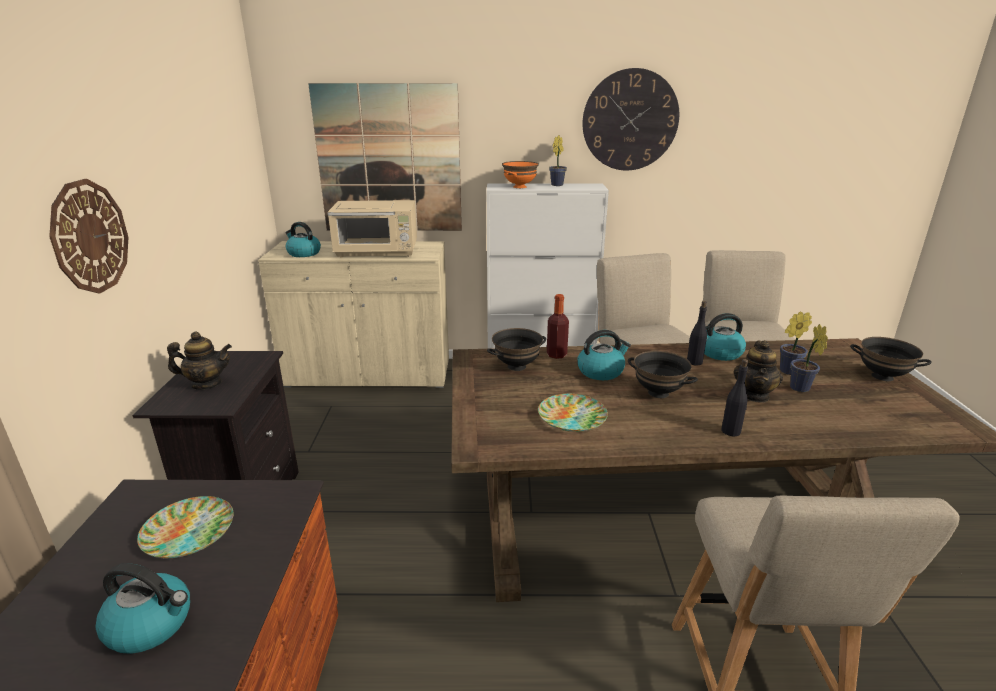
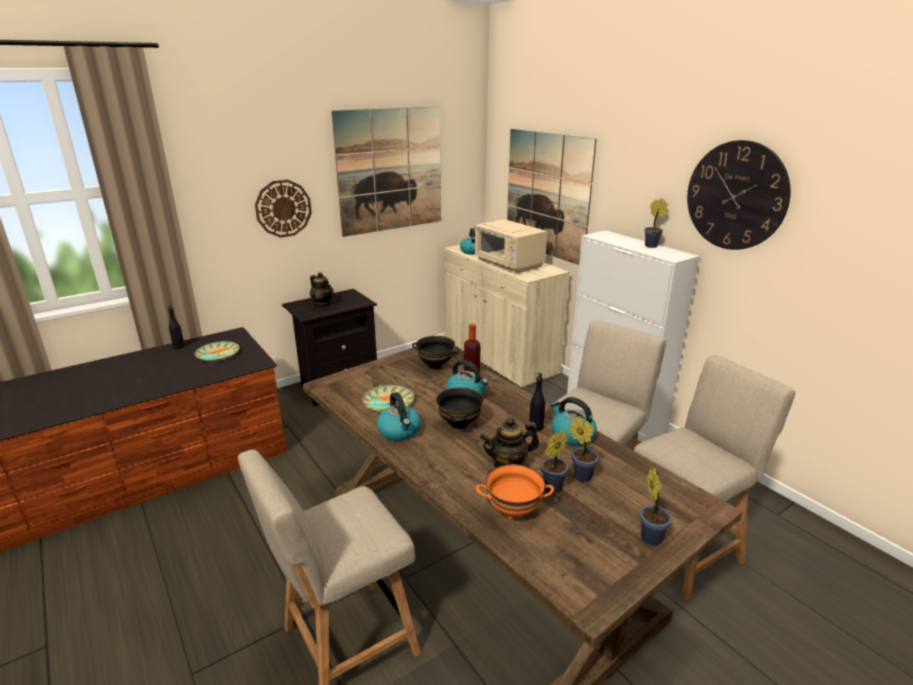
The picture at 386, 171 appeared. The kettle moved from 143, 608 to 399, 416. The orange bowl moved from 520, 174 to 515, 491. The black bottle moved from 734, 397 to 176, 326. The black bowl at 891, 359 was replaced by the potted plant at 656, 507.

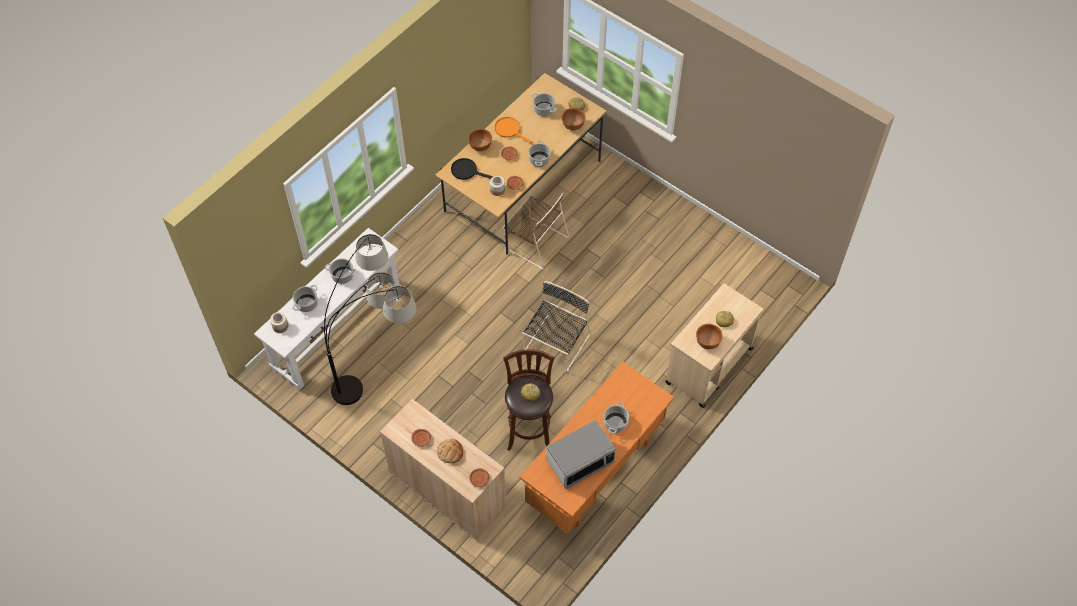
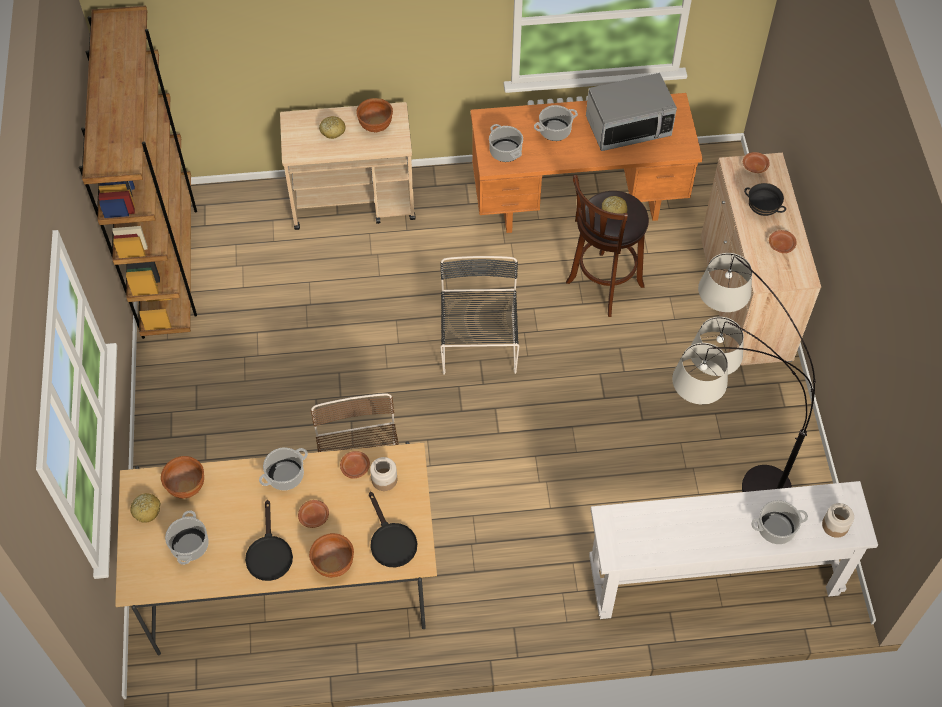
The brown bookcase at 138, 172 appeared. The cooking pot moved from 341, 271 to 506, 143. The bread at 450, 451 was replaced by the black bowl at 765, 199. The orange frying pan at 514, 131 became the black frying pan at 269, 540. The black chair at 556, 326 turned 105 degrees clockwise. The microwave at 581, 454 turned 150 degrees clockwise.

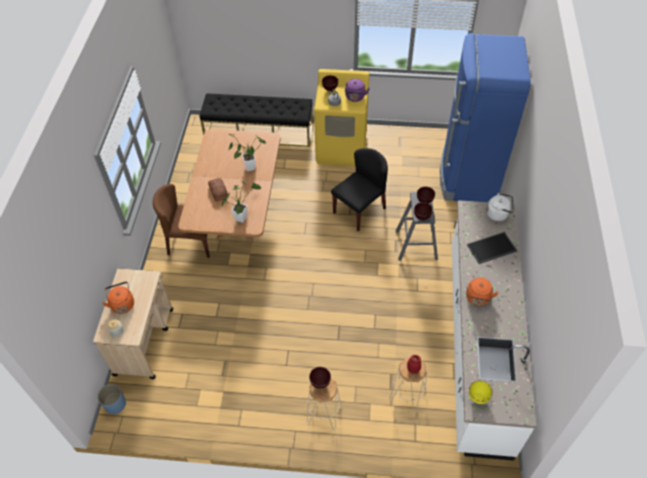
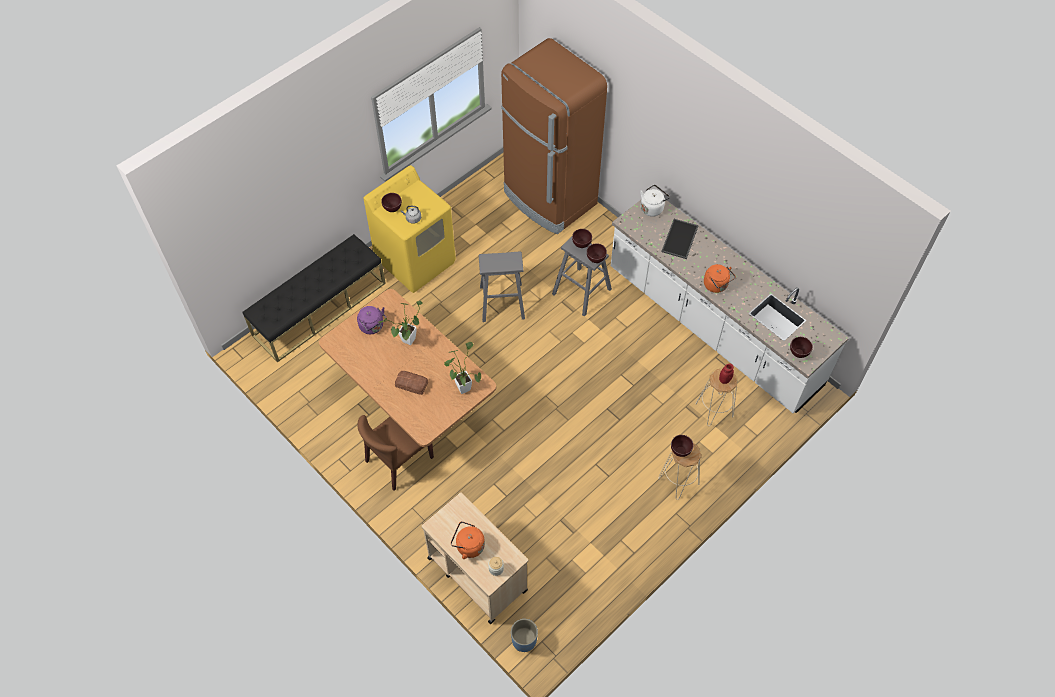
The purple kettle moved from 357, 90 to 371, 320. The black chair at 359, 189 was replaced by the grey stool at 502, 287. The blue fridge at 485, 117 became the brown fridge at 554, 136. The yellow bowl at 481, 392 became the brown bowl at 801, 347.

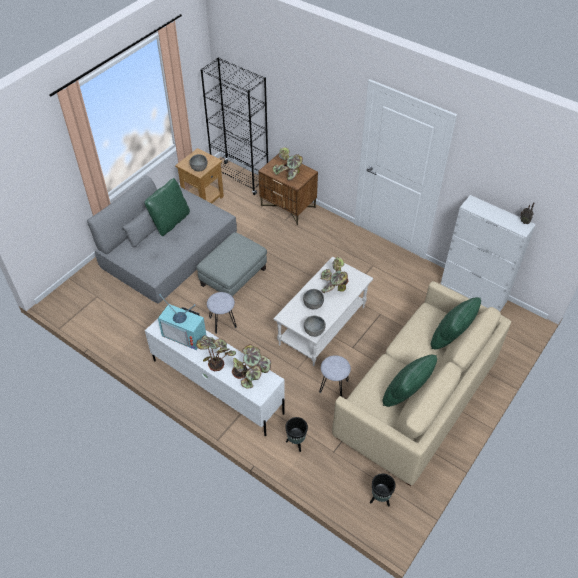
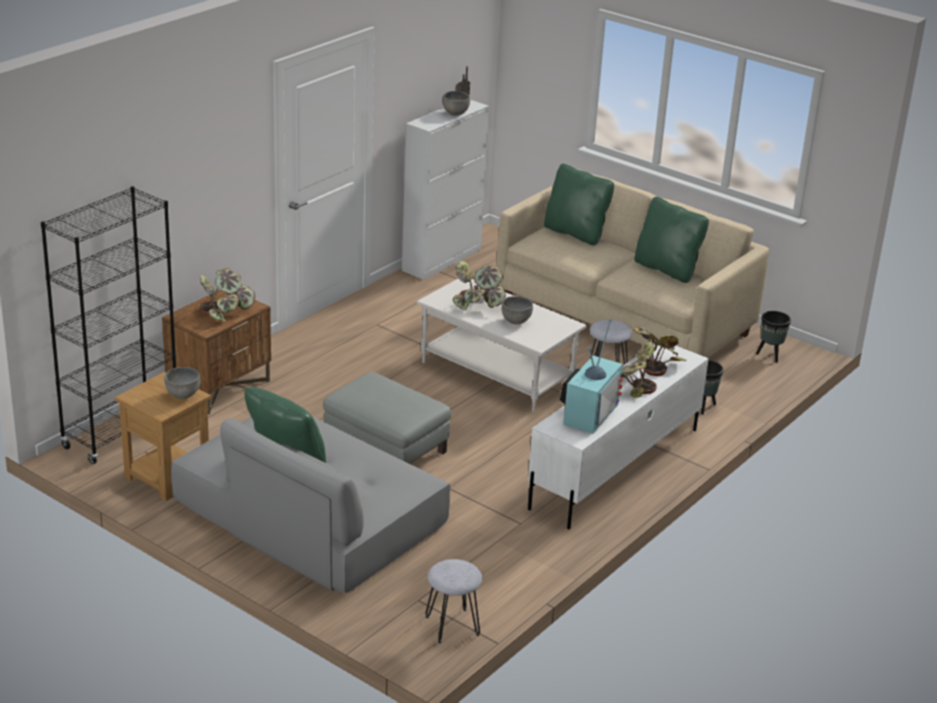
The grey stool moved from 221, 313 to 453, 601. The grey bowl moved from 315, 326 to 456, 103.

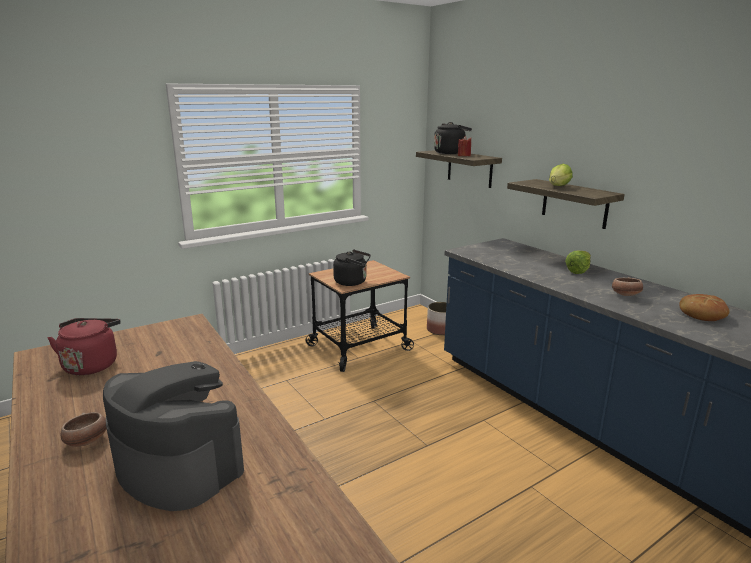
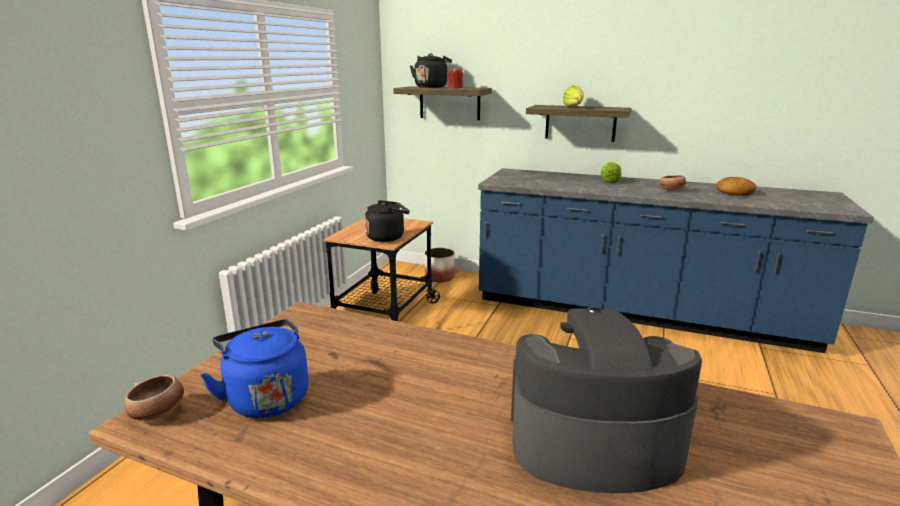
The bowl moved from 84, 429 to 154, 398. The red kettle at 84, 346 became the blue kettle at 254, 368.

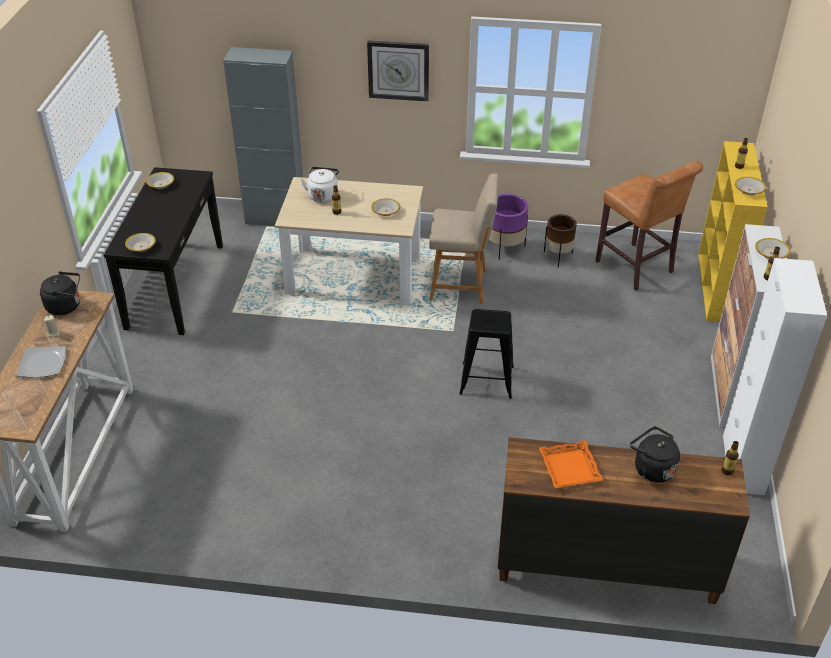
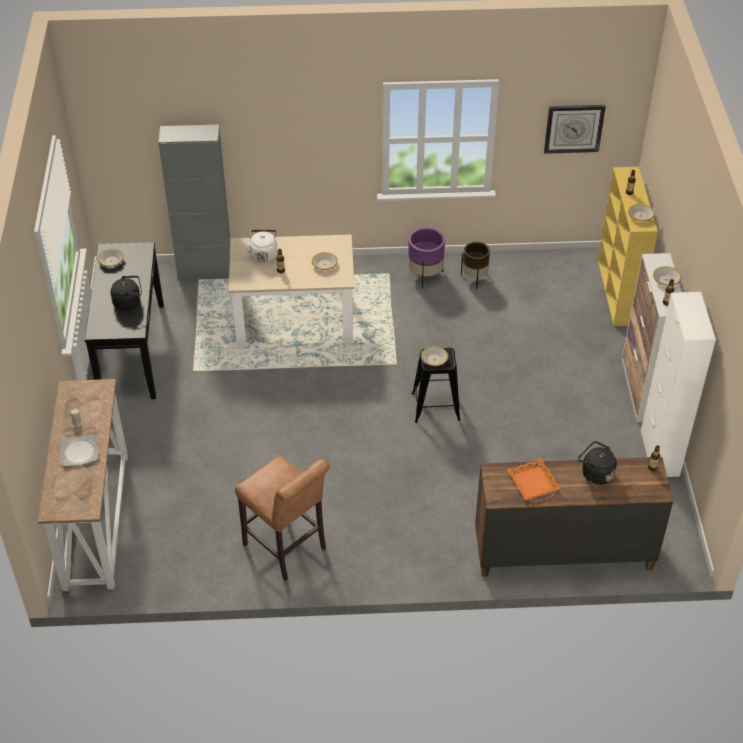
The beige chair at 464, 238 disappeared. The black kettle moved from 60, 293 to 126, 293. The bowl moved from 140, 242 to 434, 356. The wall clock moved from 398, 71 to 575, 129. The brown stool moved from 649, 226 to 282, 518.

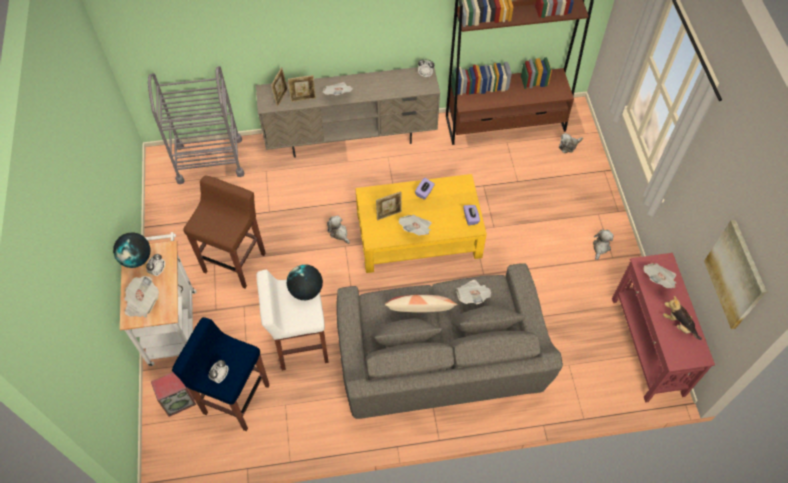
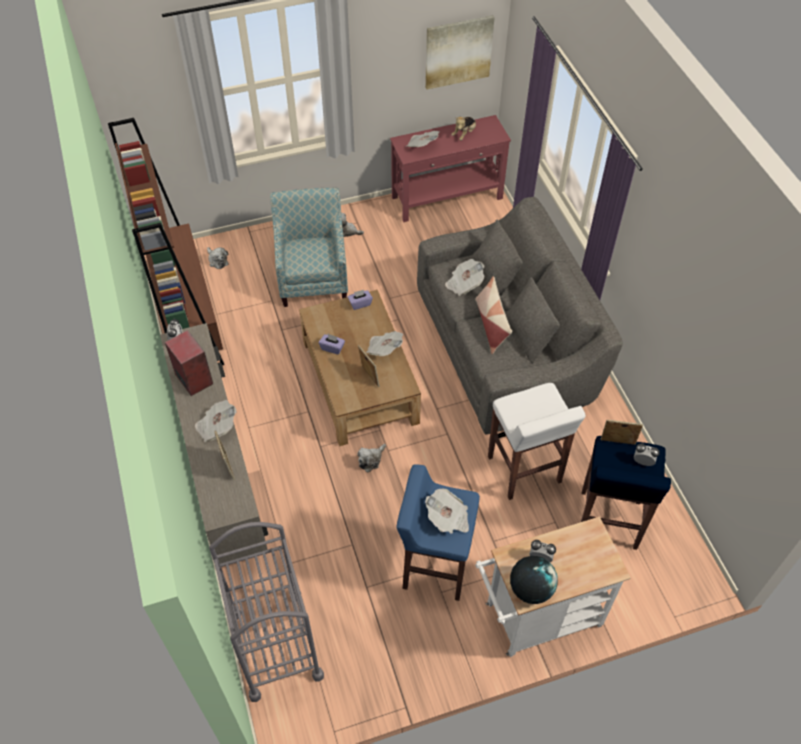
The globe at 305, 282 disappeared. The armchair at 309, 247 appeared. The newspaper moved from 141, 297 to 447, 511. The speaker moved from 173, 394 to 189, 363. The picture frame moved from 279, 87 to 621, 432. The brown stool at 224, 231 became the blue stool at 438, 532. The yellow coffee table at 421, 223 became the brown coffee table at 360, 368.

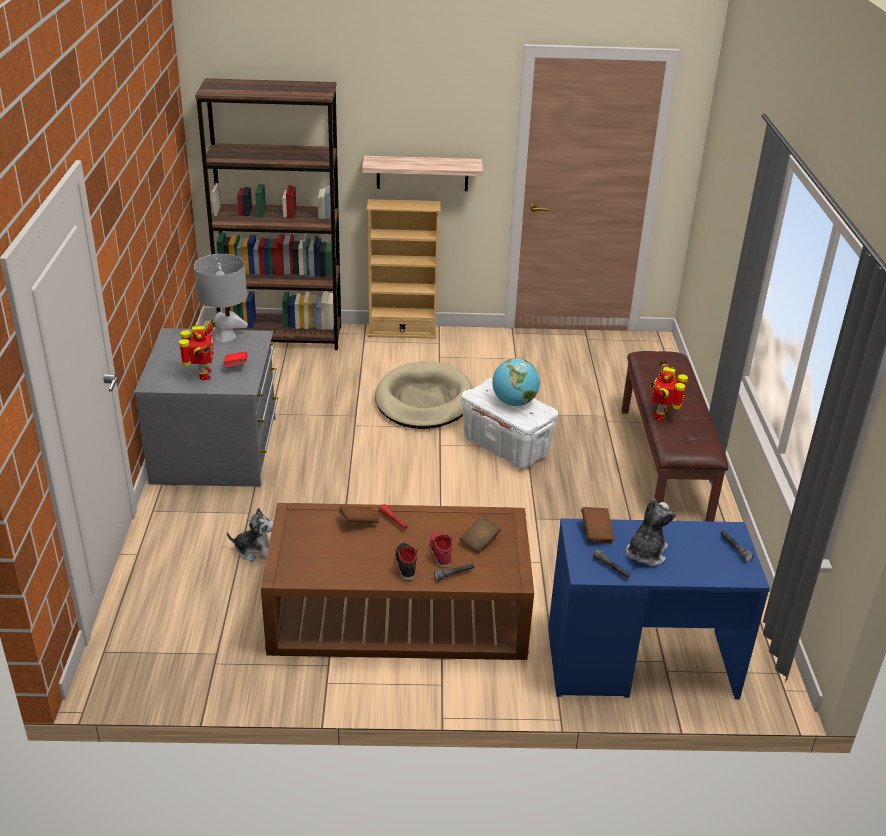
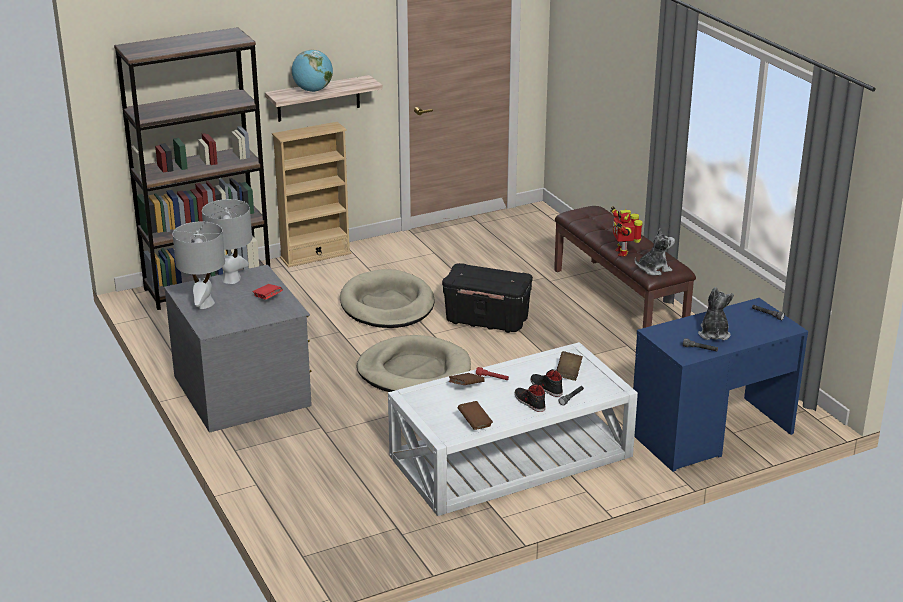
The toy robot at 197, 349 disappeared. The grey table lamp at 199, 265 appeared. The beige dog bed at 414, 363 appeared. The plush toy moved from 250, 535 to 655, 252. The globe moved from 516, 382 to 312, 71. The brown book moved from 598, 525 to 475, 415. The brown coffee table at 397, 581 became the white coffee table at 513, 429. The red shoe at 440, 550 became the black shoe at 546, 383. The white storage box at 509, 423 became the black storage box at 487, 298.

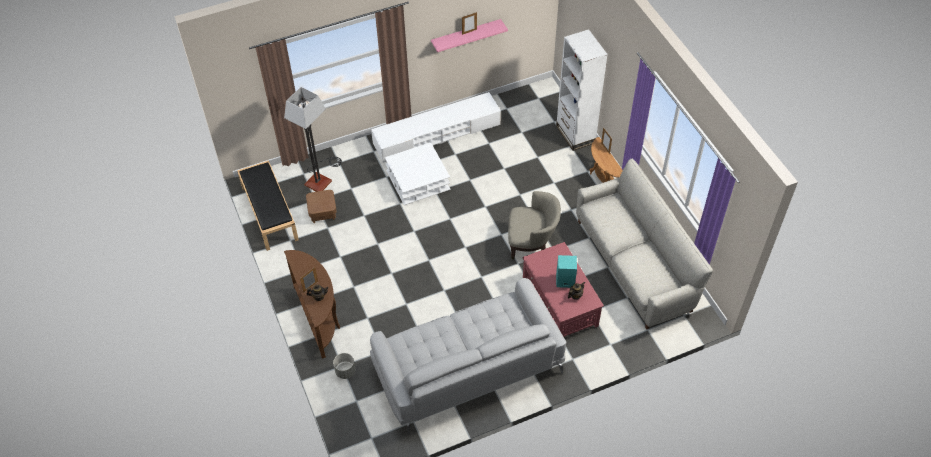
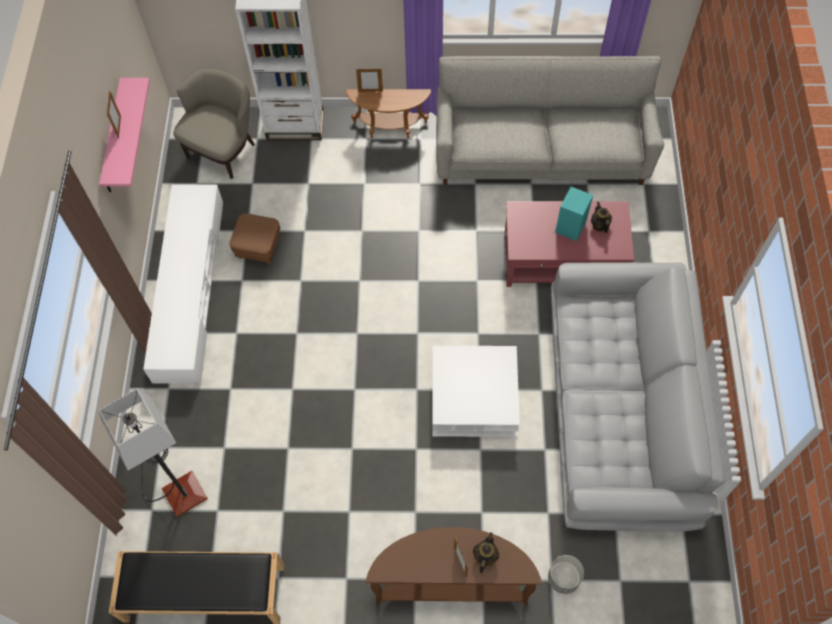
The brown ottoman moved from 321, 206 to 254, 238. The white coffee table moved from 418, 174 to 476, 391. The beige armchair moved from 534, 225 to 214, 124.

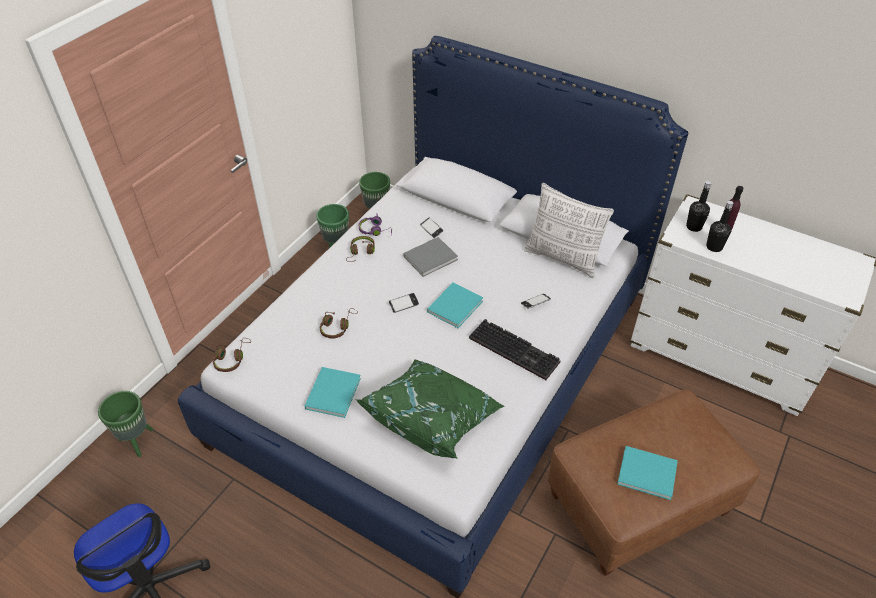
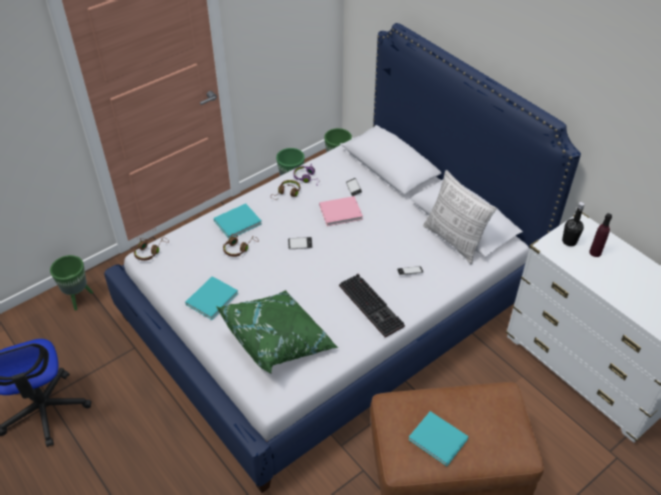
The black bottle at 719, 226 disappeared. The turquoise book moved from 455, 305 to 238, 221. The grey book at 430, 257 became the pink book at 341, 211.

